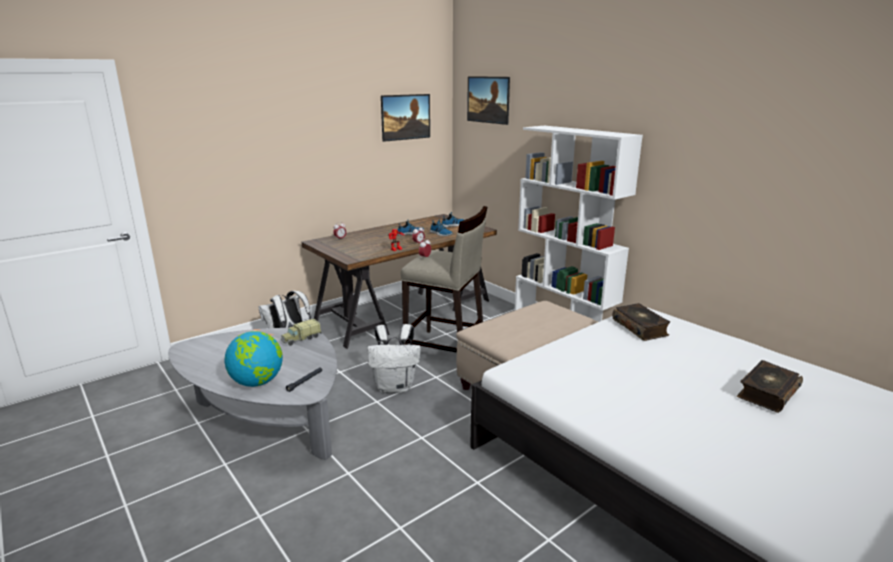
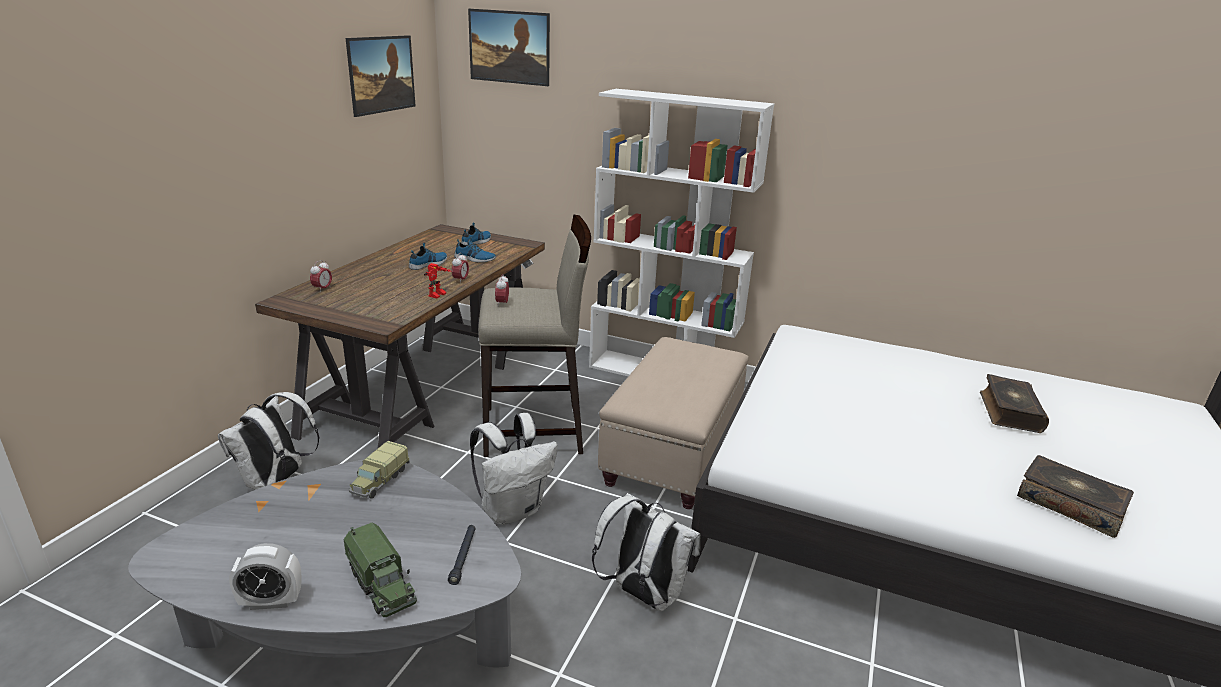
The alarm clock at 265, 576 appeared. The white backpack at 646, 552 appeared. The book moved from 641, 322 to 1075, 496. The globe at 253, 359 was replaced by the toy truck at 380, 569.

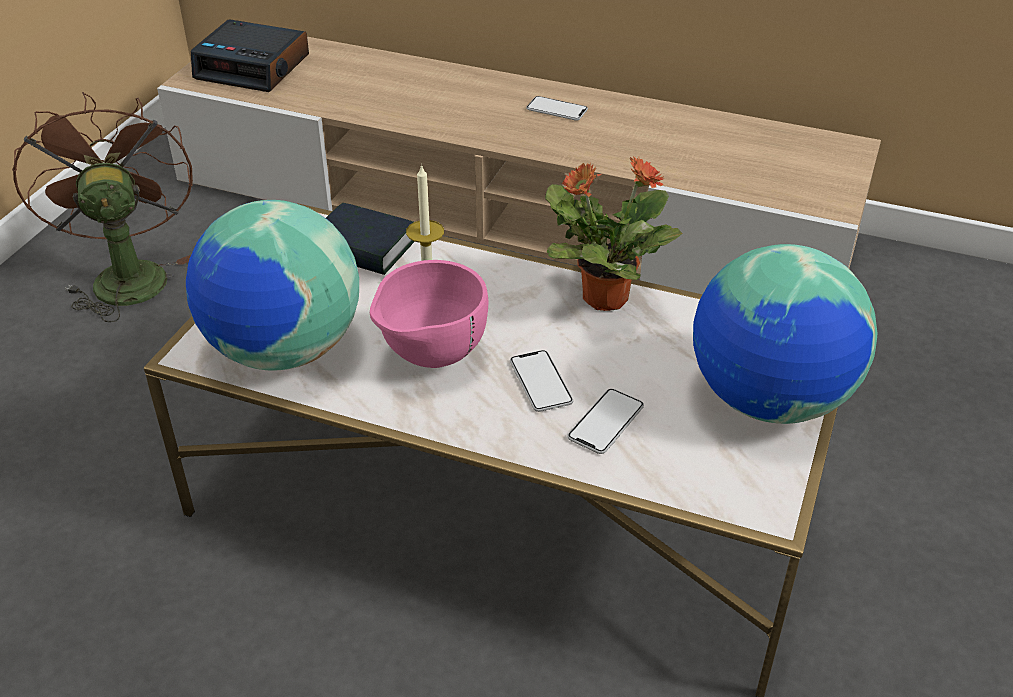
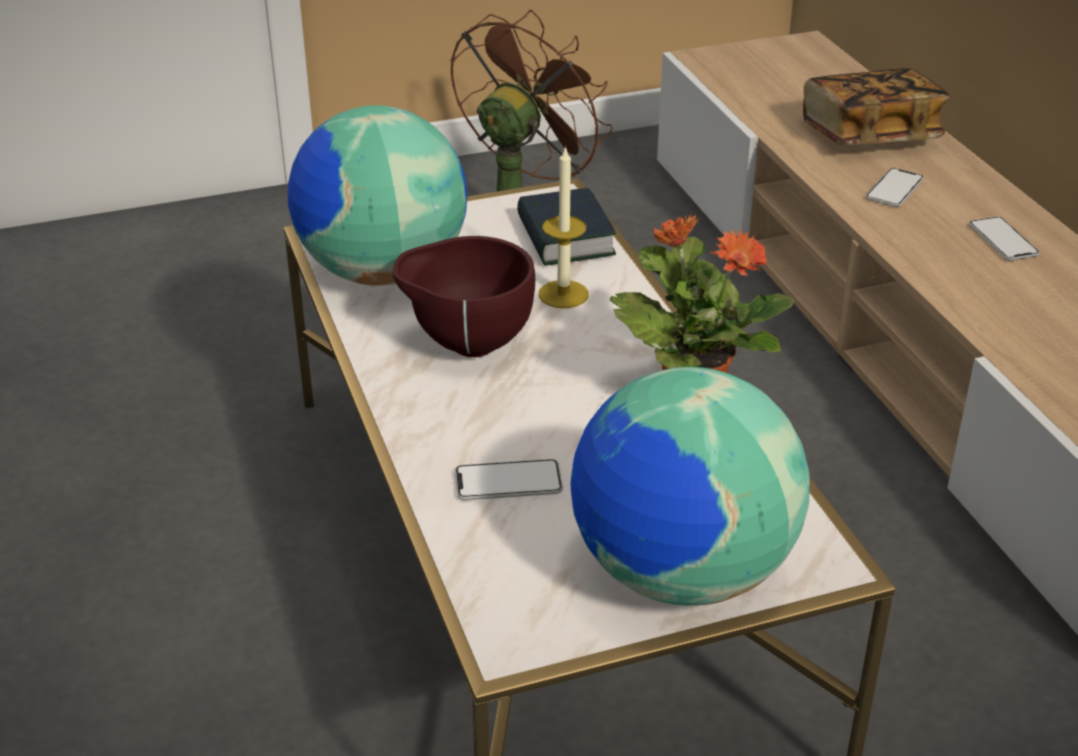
The alarm clock at 250, 55 disappeared. The book at 876, 106 appeared. The phone moved from 541, 381 to 895, 187. The pink bowl at 429, 314 became the brown bowl at 464, 296.

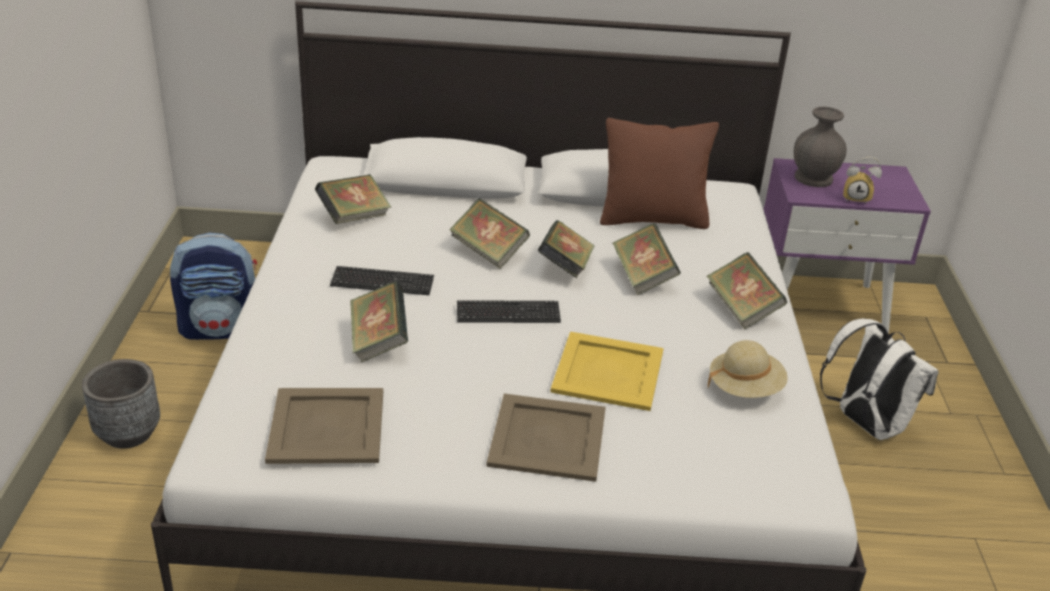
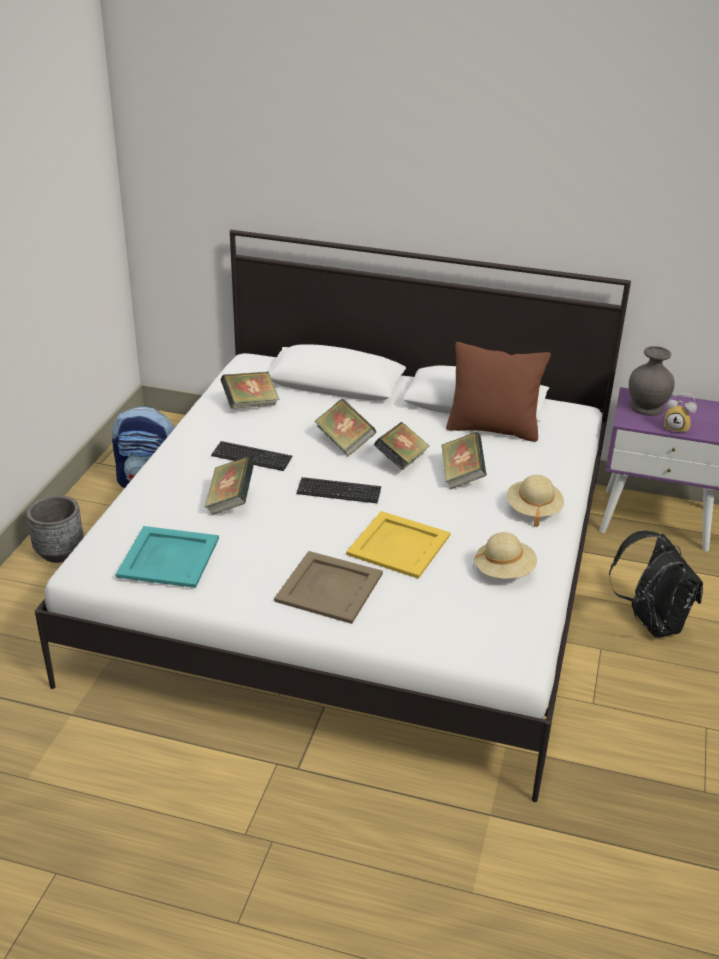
The book at 746, 290 was replaced by the beige hat at 535, 501. The beige tray at 324, 426 became the turquoise tray at 167, 557. The white backpack at 879, 379 became the black backpack at 656, 584.

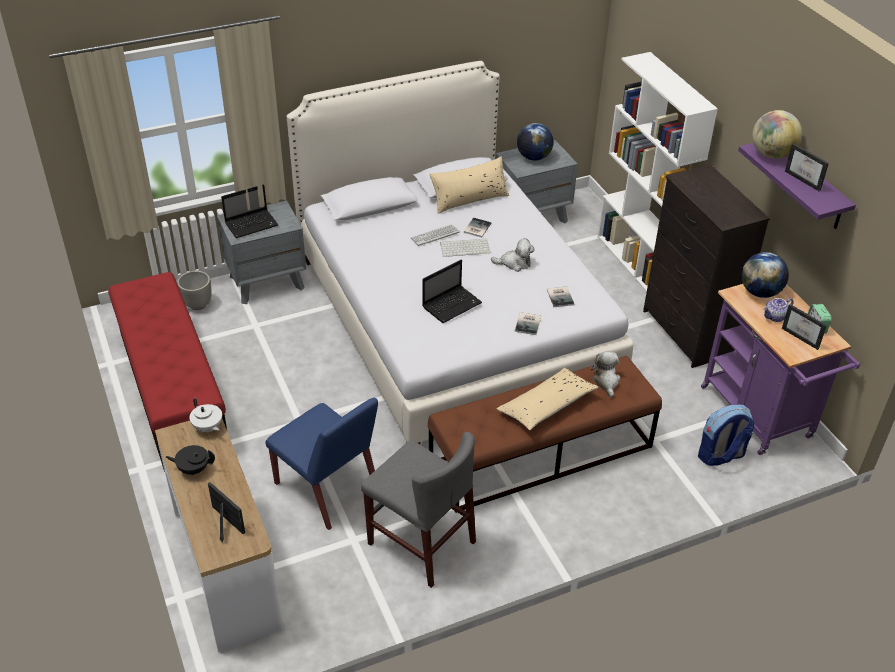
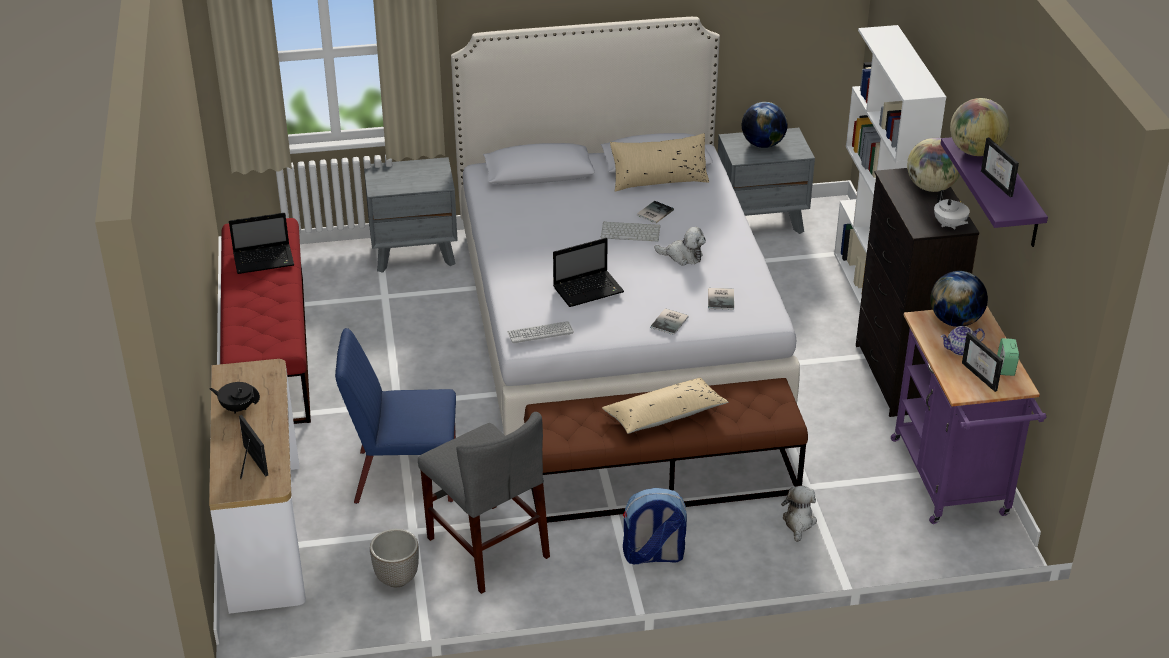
The globe at 933, 165 appeared. The planter moved from 194, 290 to 394, 558. The white teapot moved from 205, 415 to 952, 210. The laptop moved from 249, 211 to 261, 243. The keyboard moved from 435, 235 to 540, 332. The plush toy moved from 605, 374 to 799, 514. The backpack moved from 726, 435 to 655, 526. The blue chair at 322, 464 turned 120 degrees clockwise.

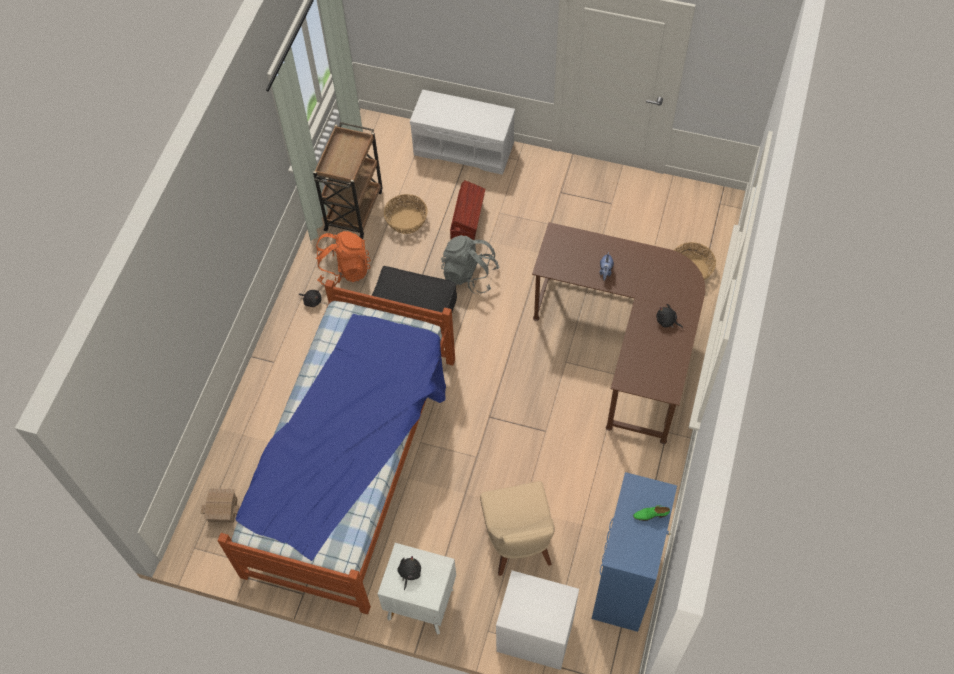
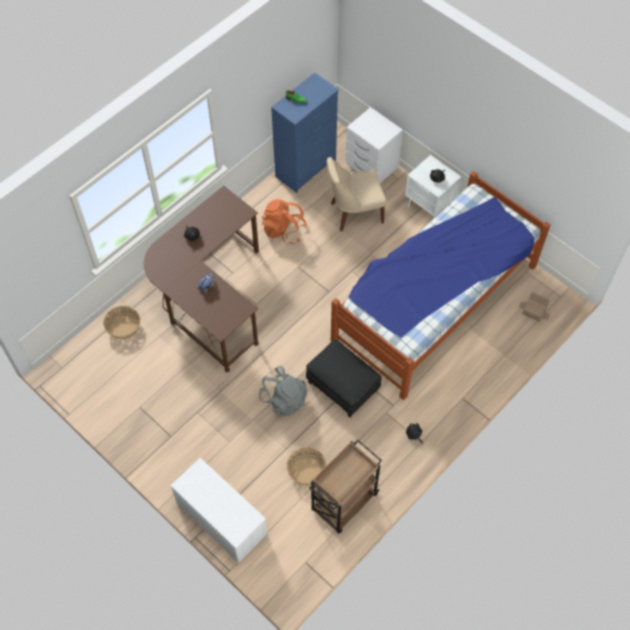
The brown storage box at 467, 210 disappeared. The orange backpack moved from 343, 258 to 284, 222. The beige chair at 517, 528 turned 120 degrees counterclockwise.

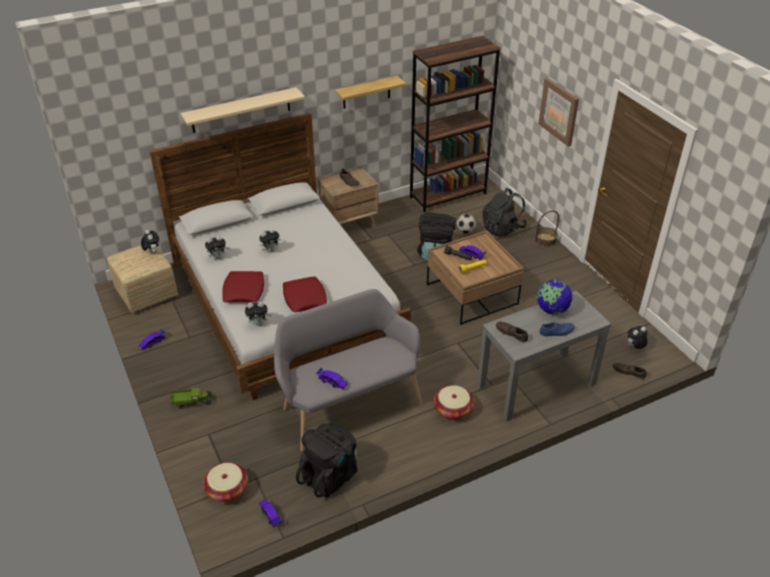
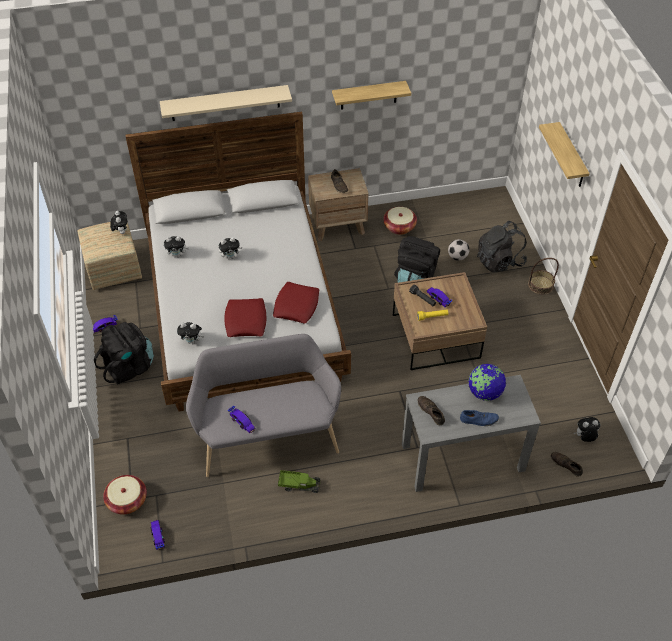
The brown bookcase at 455, 124 disappeared. The toy truck moved from 191, 398 to 299, 481. The red pillow moved from 243, 287 to 296, 303. The black backpack moved from 326, 460 to 124, 353. The basket moved from 453, 402 to 400, 221. The picture at 558, 112 was replaced by the shelf at 564, 154.

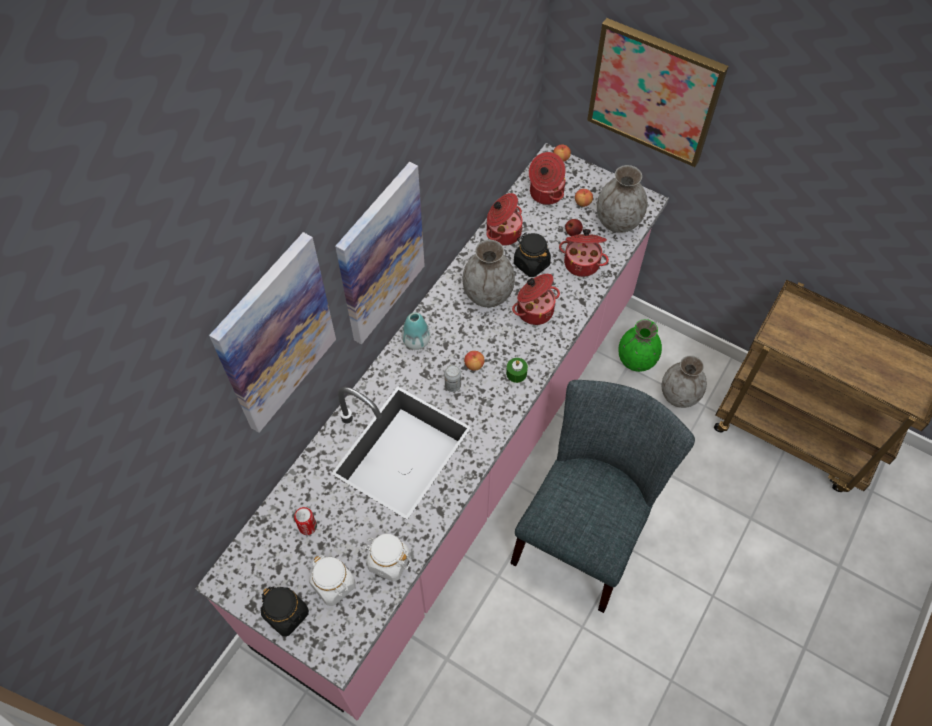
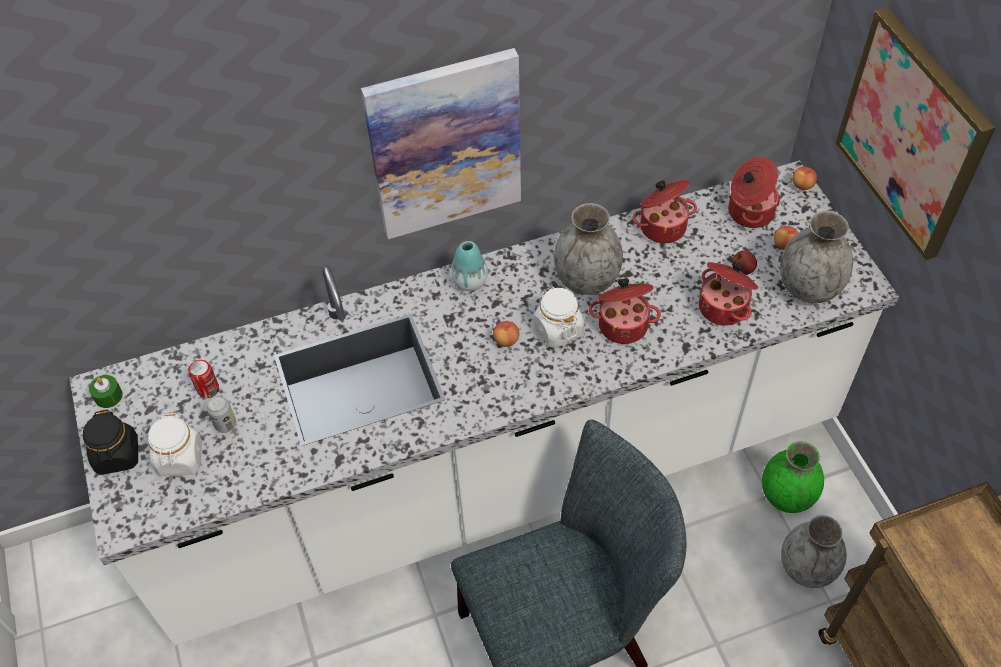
The picture at 272, 332 disappeared. The black jar at 532, 255 disappeared. The white jar moved from 387, 558 to 559, 317. The can moved from 452, 378 to 221, 414. The green candle moved from 517, 370 to 106, 391. The pink counter at 432, 431 became the white counter at 484, 403.

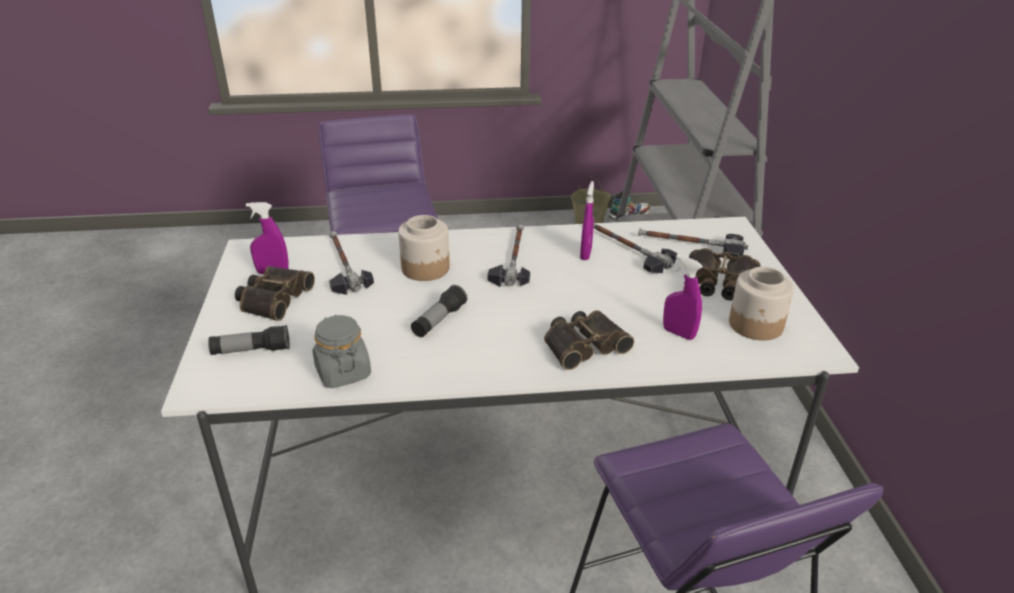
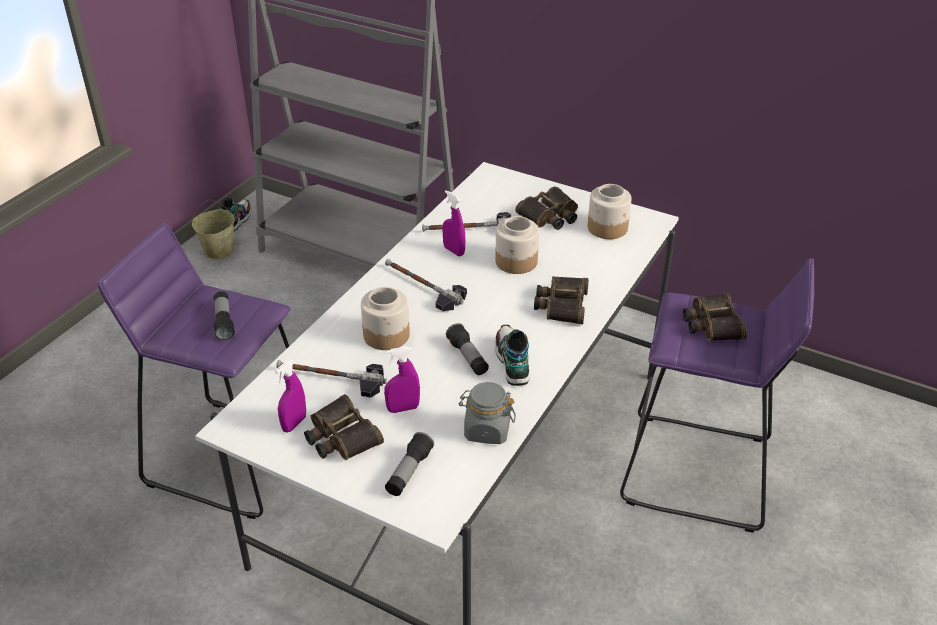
The hammer at 693, 242 disappeared. The flashlight at 224, 316 appeared. The jar at 517, 245 appeared. The shoe at 512, 355 appeared. The binoculars at 715, 317 appeared. The purple spray bottle moved from 683, 297 to 402, 379.

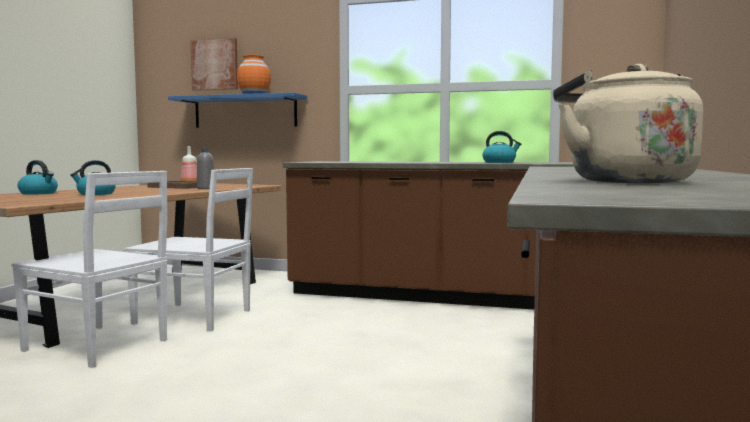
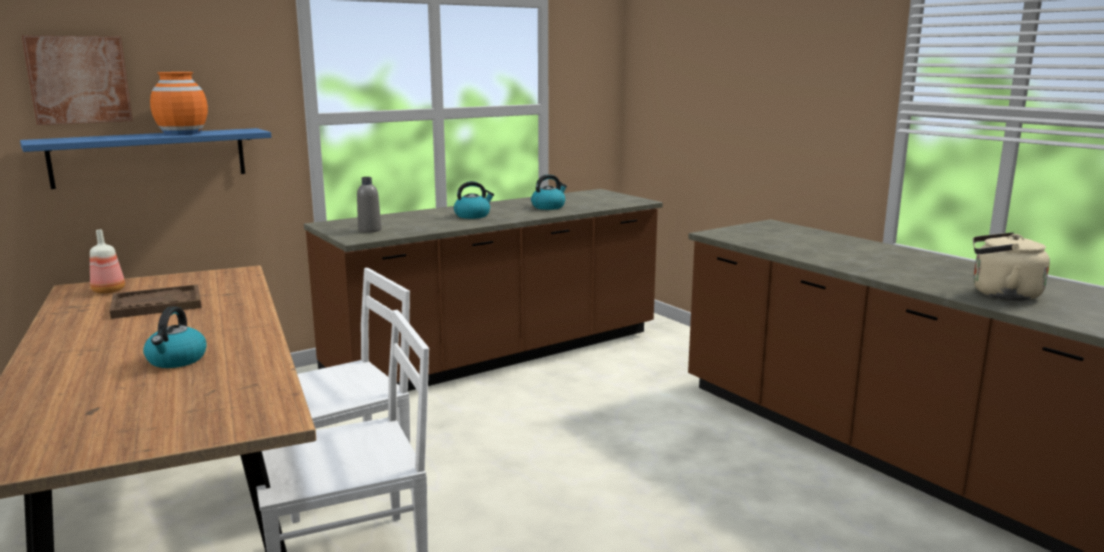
The kettle moved from 38, 177 to 474, 200. The grey bottle moved from 205, 168 to 369, 205.

